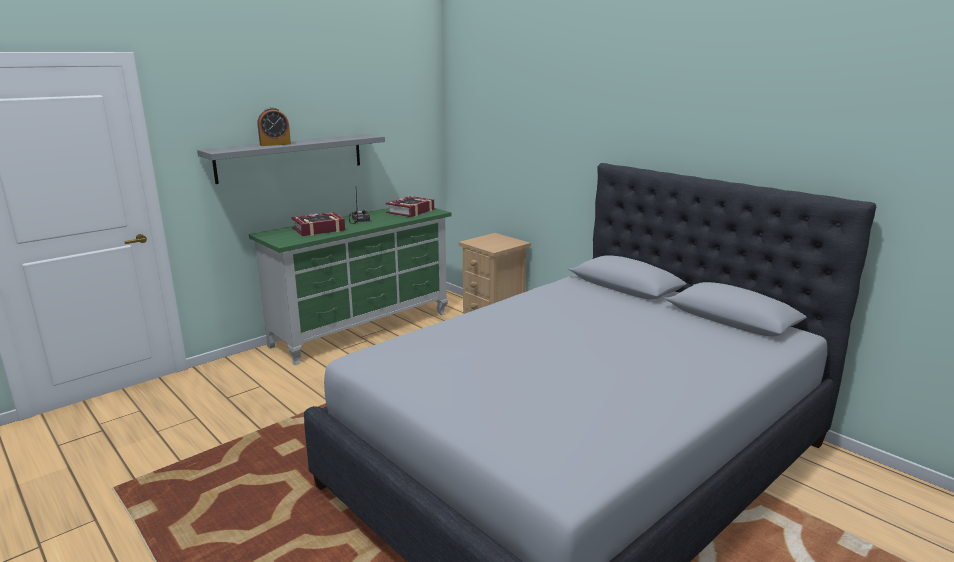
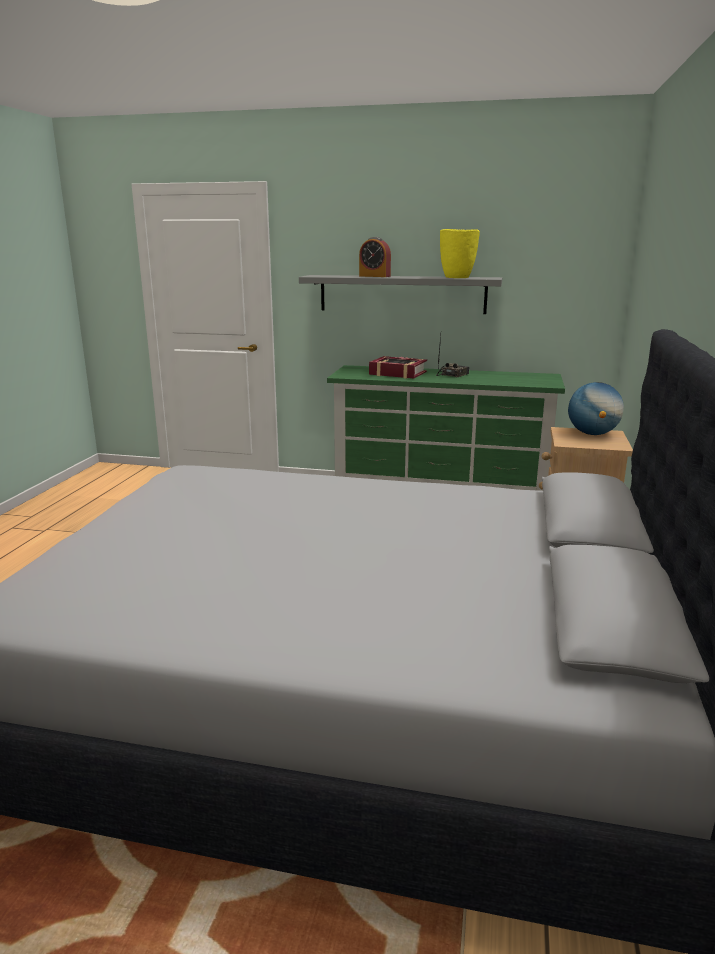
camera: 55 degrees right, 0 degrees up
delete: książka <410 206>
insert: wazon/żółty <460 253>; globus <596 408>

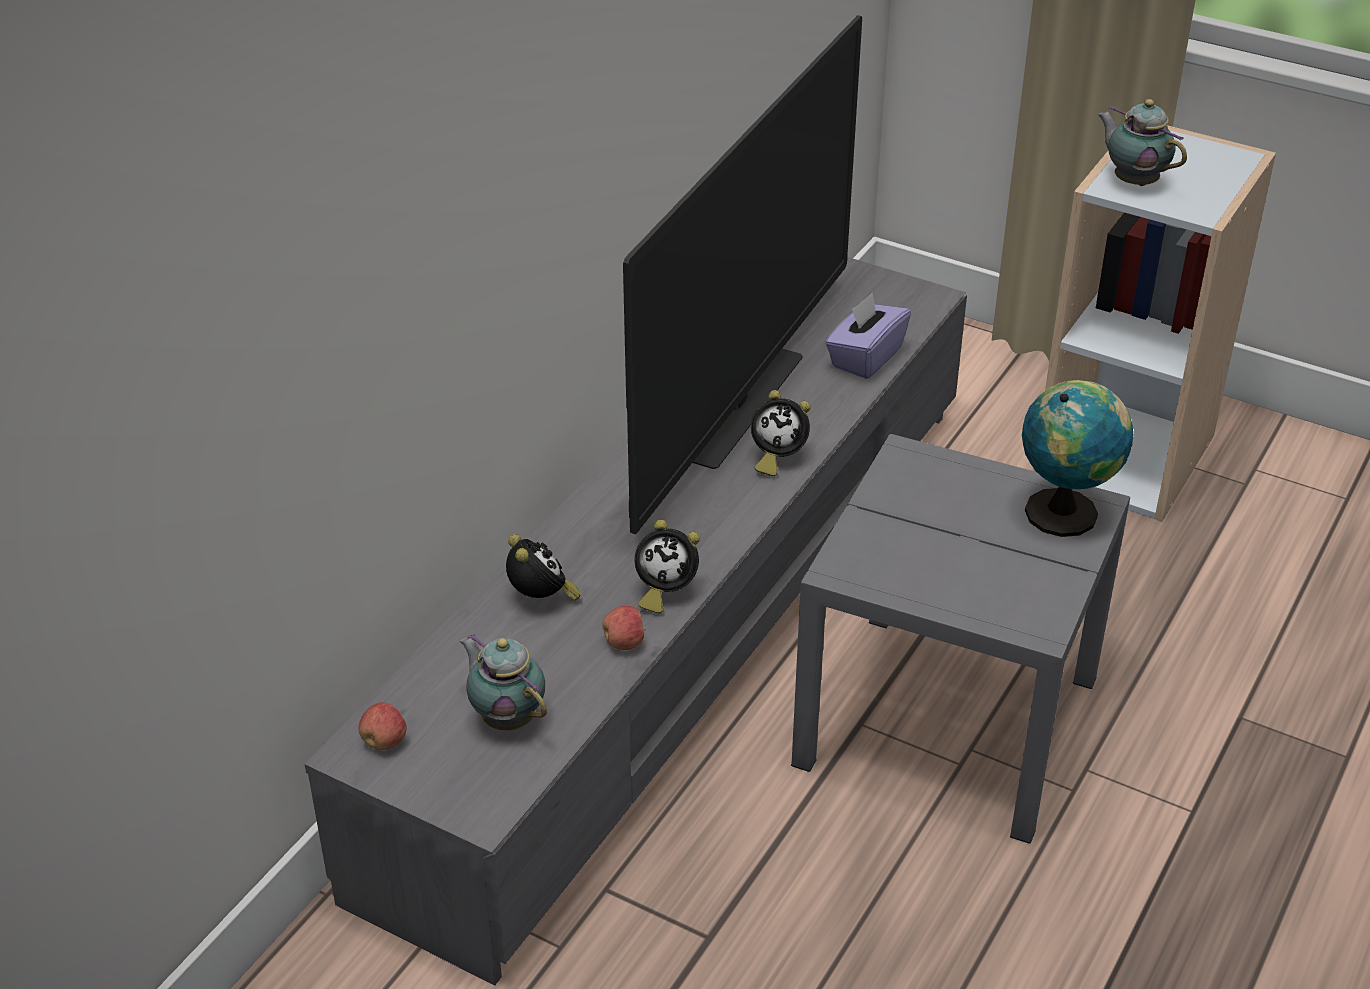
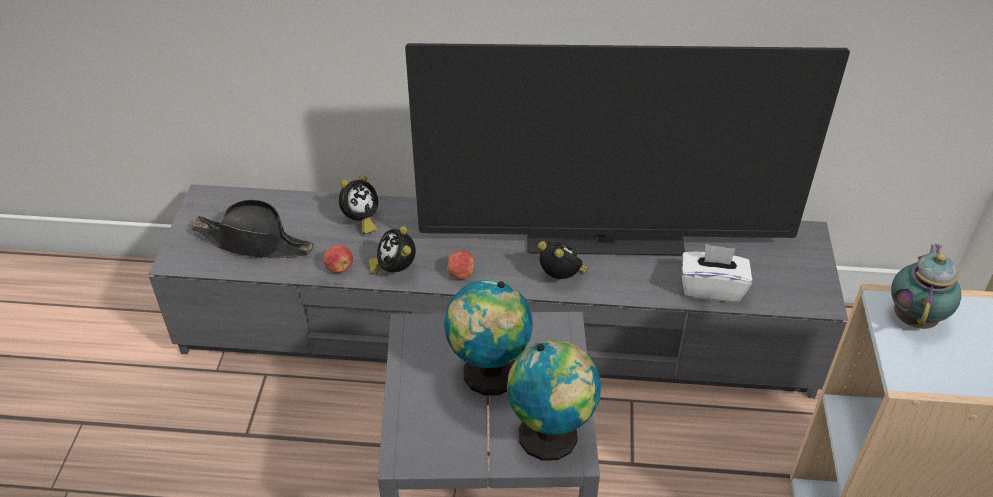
camera: 65 degrees right, 5 degrees up
insert: globus <488 337>
move: jabłko <382 726> to <460 265>
replace: imbryk <503 681> to kapelusz/czarny <252 229>
recolor: pudełko chusteczek/fioletowy <868 335> to pudełko chusteczek/biały <717 273>
rotate: budzik <781 433> = <562 260> 150 degrees clockwise

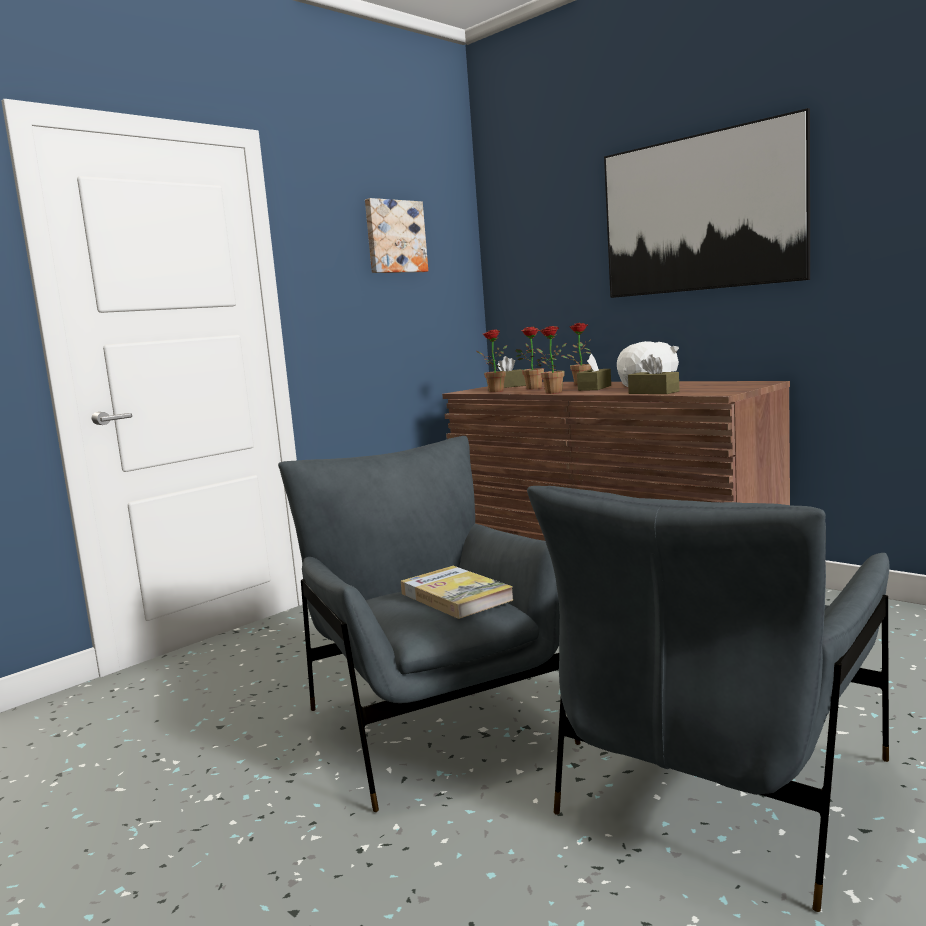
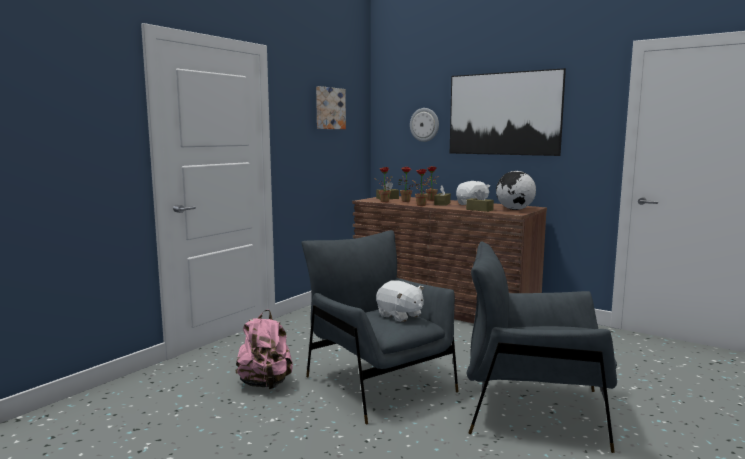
camera: 10 degrees left, 0 degrees up
insert: plecak/różowy <264 349>; zegar ścienny <424 125>; globus <516 190>
replace: książka <457 592> to pluszak/biały <400 301>
rotate: fotel/szary <708 699> = <542 347> 75 degrees clockwise

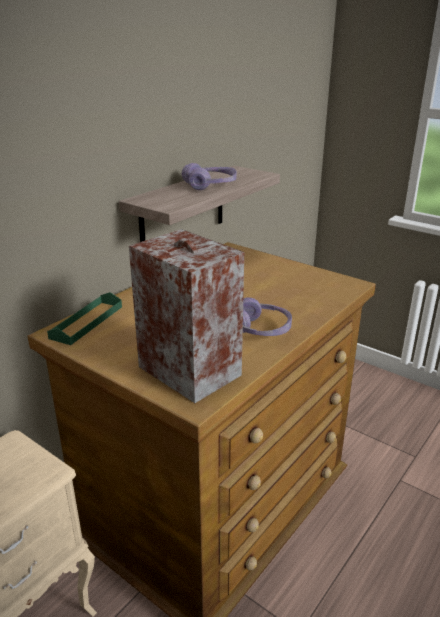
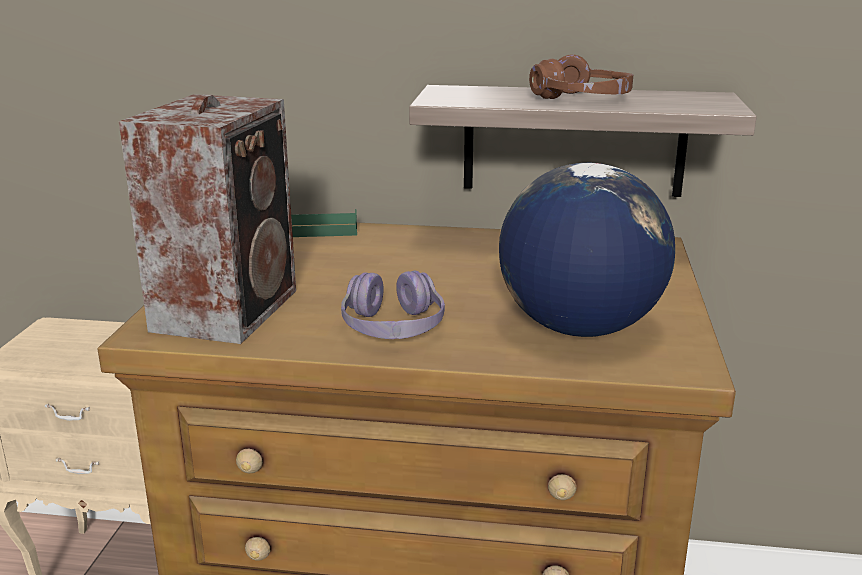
camera: 60 degrees right, 5 degrees down
insert: globus <587 250>
recolor: słuchawki/fioletowy <209 176> to słuchawki/brązowy <581 76>

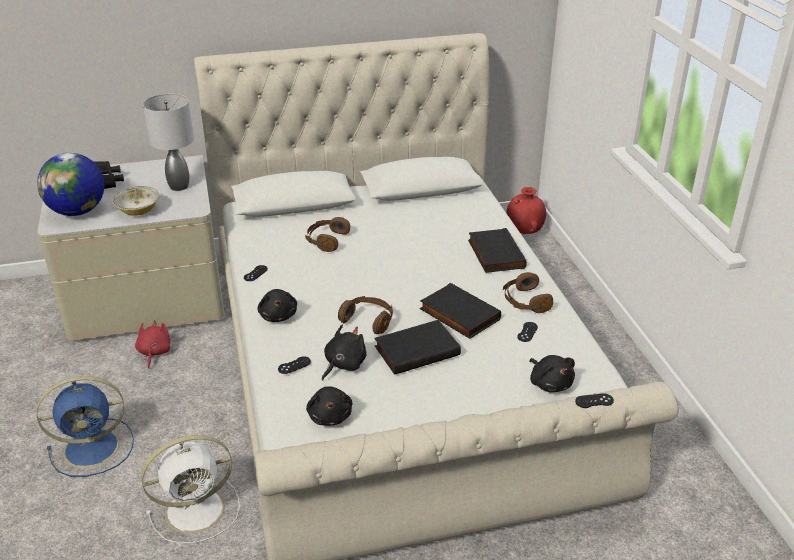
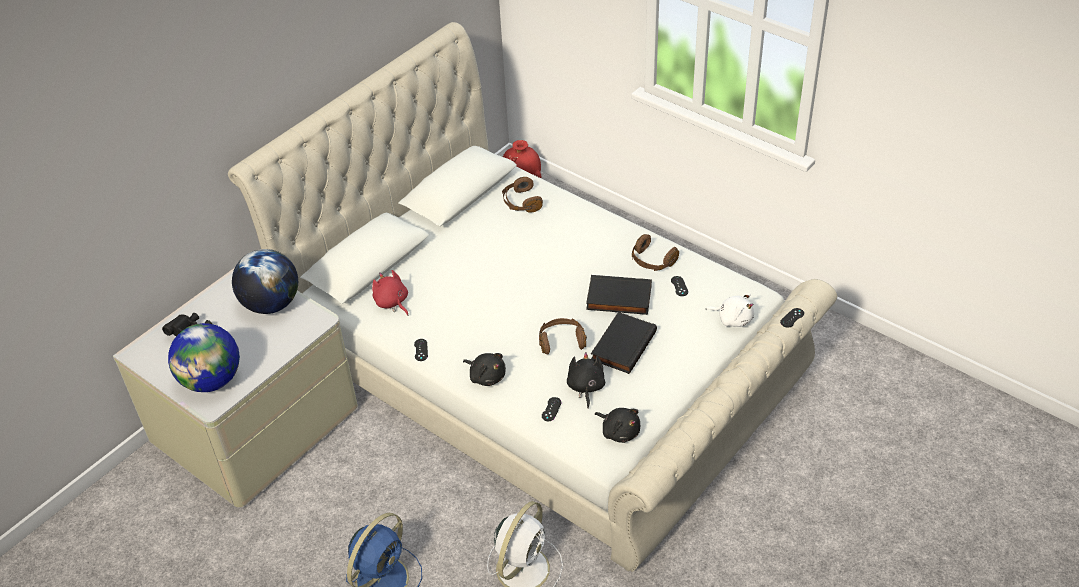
camera: 35 degrees left, 10 degrees up
delete: miska <135 201>; książka/czarny <497 250>
move: pluszak/czerwony <152 344> to <390 293>; słuchawki/brązowy <327 234> to <522 195>
replace: lampa stołowa/szary <168 142> to globus <265 281>
recolor: pluszak/czarny <552 373> to pluszak/biały <729 310>

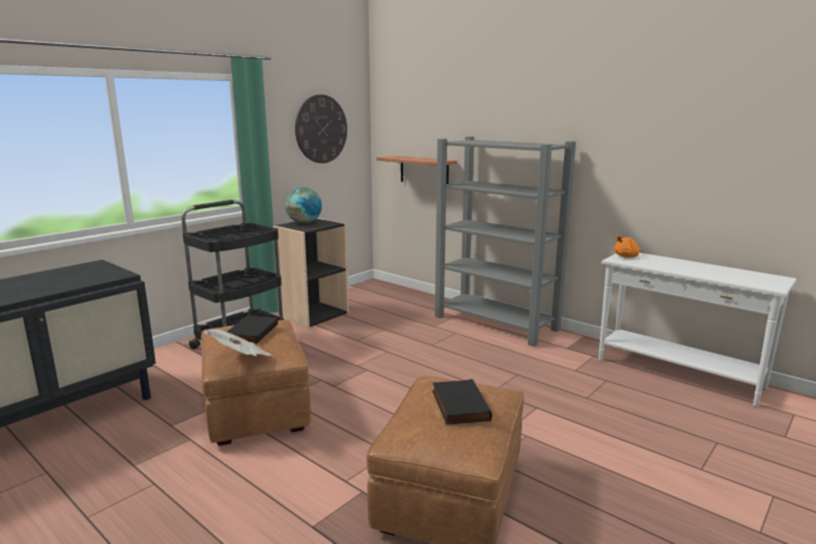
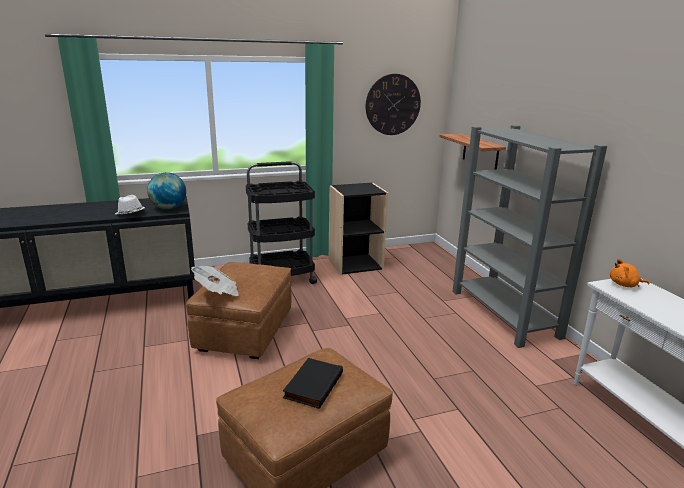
camera: 30 degrees right, 5 degrees up
delete: książka/czarny <252 329>
insert: kapelusz/biały <130 204>
move: globus <303 205> to <166 190>

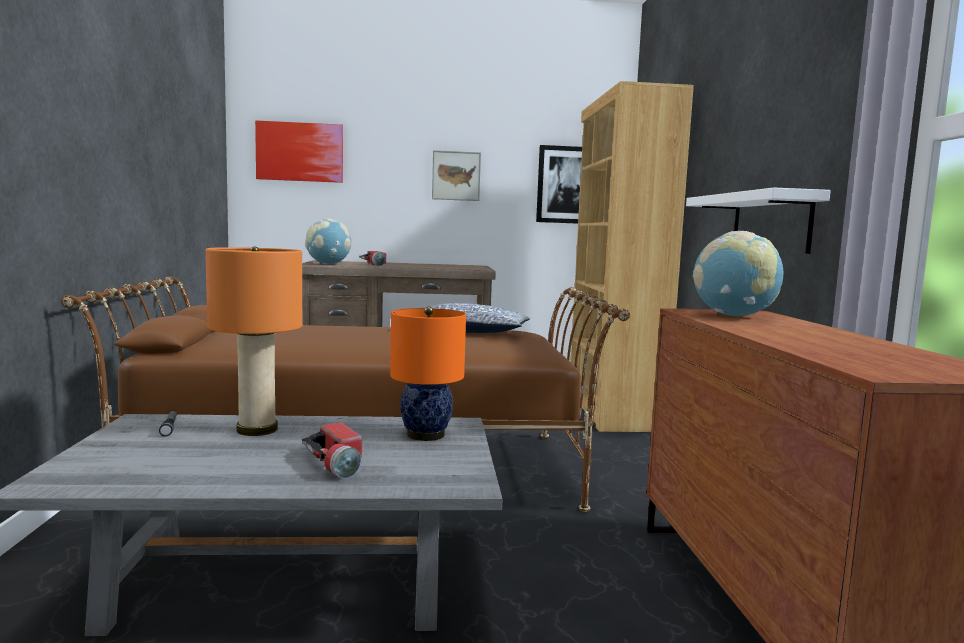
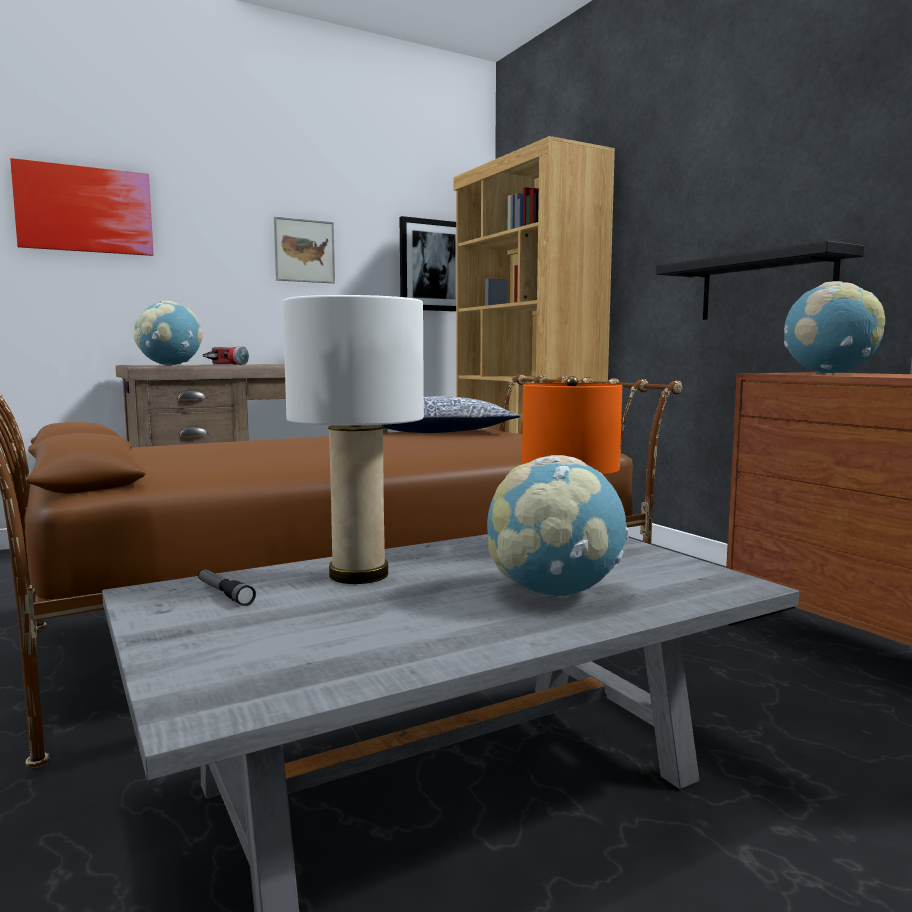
camera: 25 degrees left, 0 degrees up
replace: latarka <332 451> to globus <558 526>
recolor: lampa stołowa/pomarańczowy <253 341> to lampa stołowa/biały <353 439>; półka/biały <758 220> to półka/czarny <760 280>

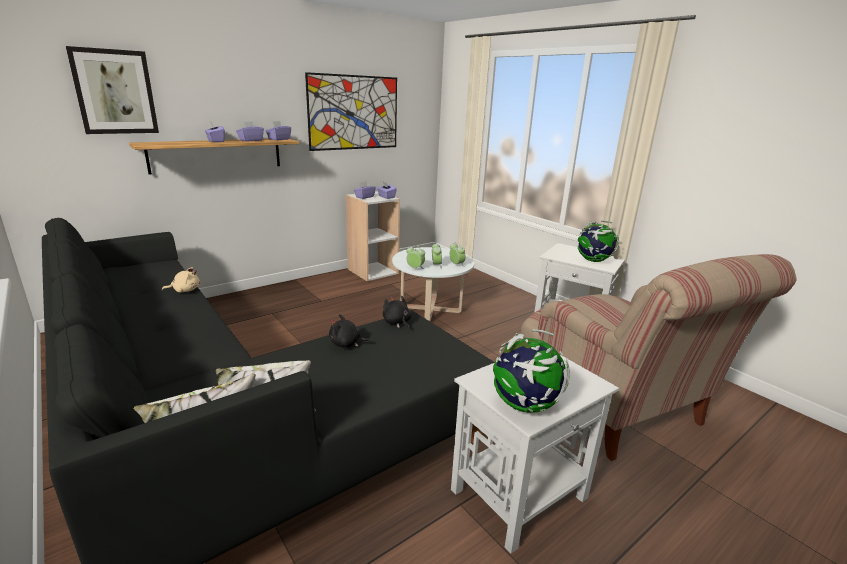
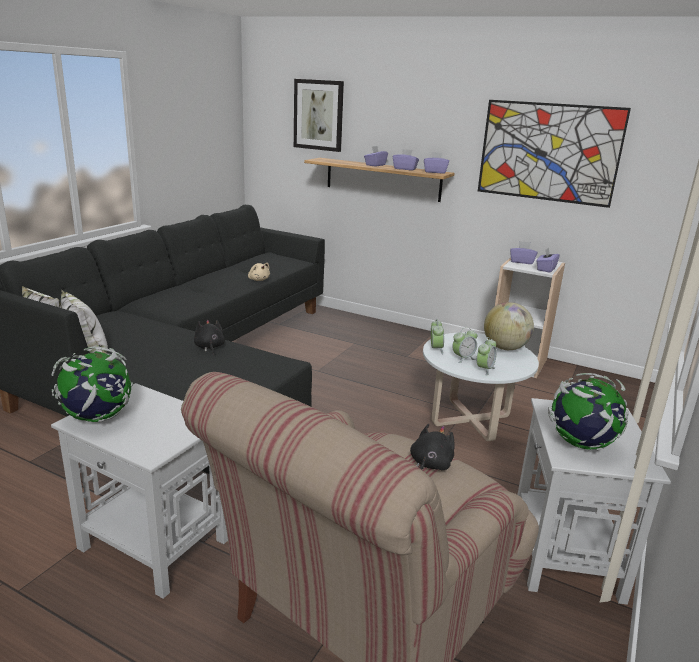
camera: 65 degrees right, 0 degrees up
insert: globus <509 326>
move: pluszak/czarny <397 313> to <432 447>

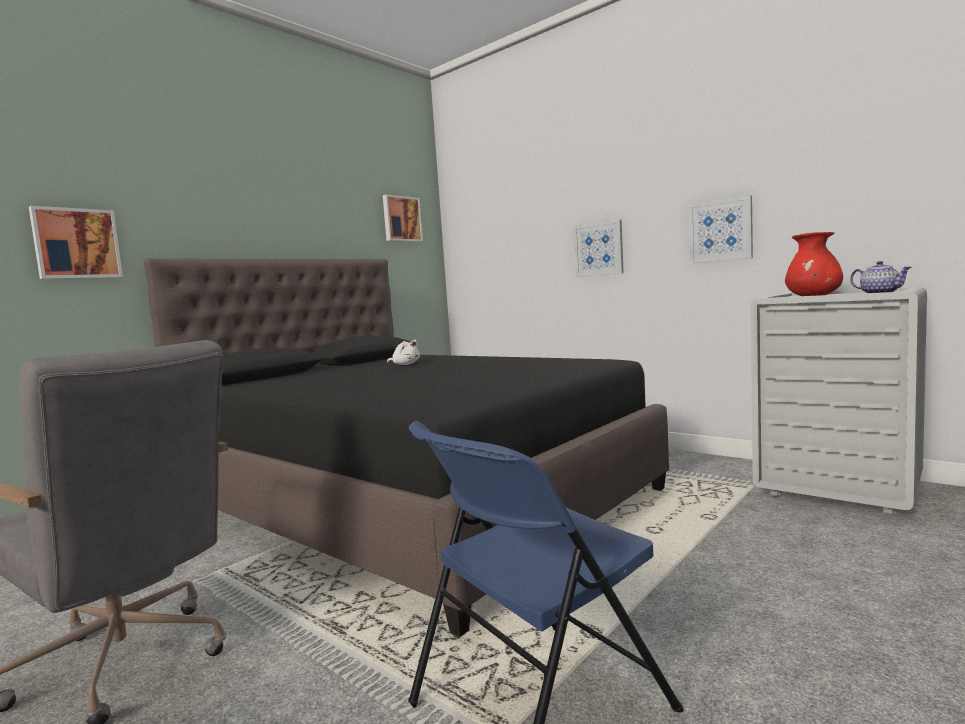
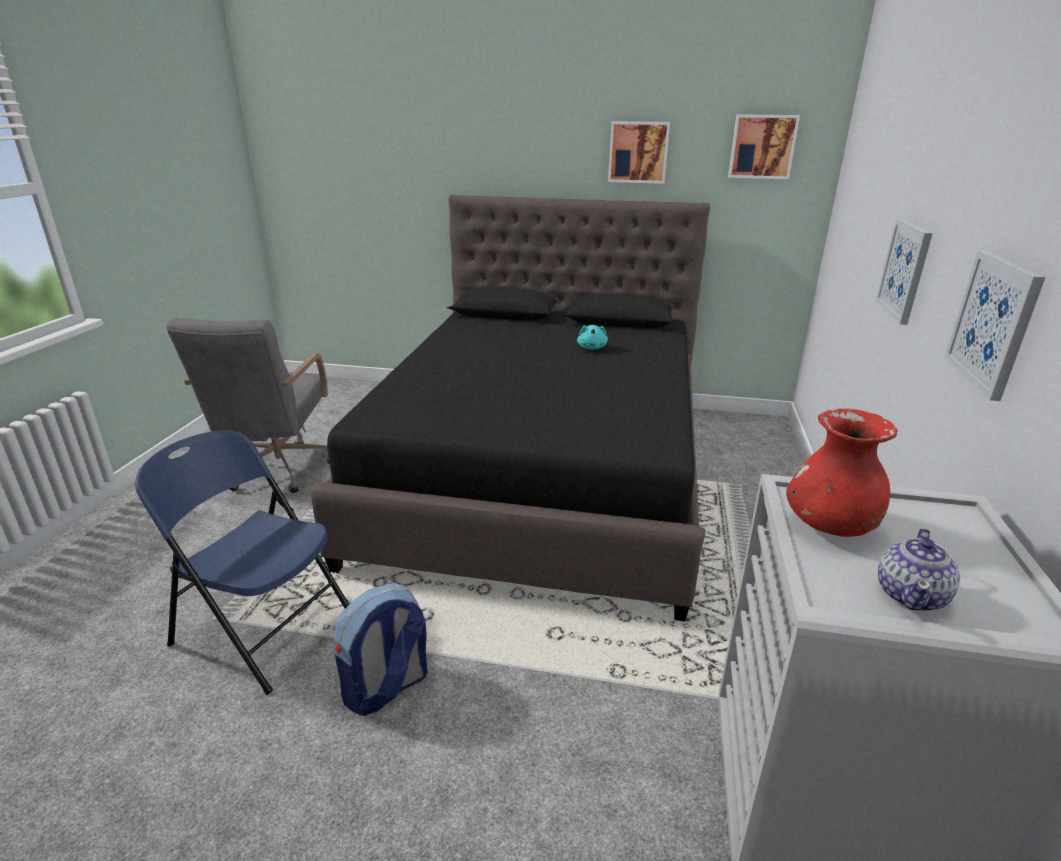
camera: 60 degrees right, 20 degrees up
insert: plecak <381 649>
move: obraz <76 242> to <639 152>
recolor: pluszak/biały <403 352> to pluszak/turkusowy <592 337>

